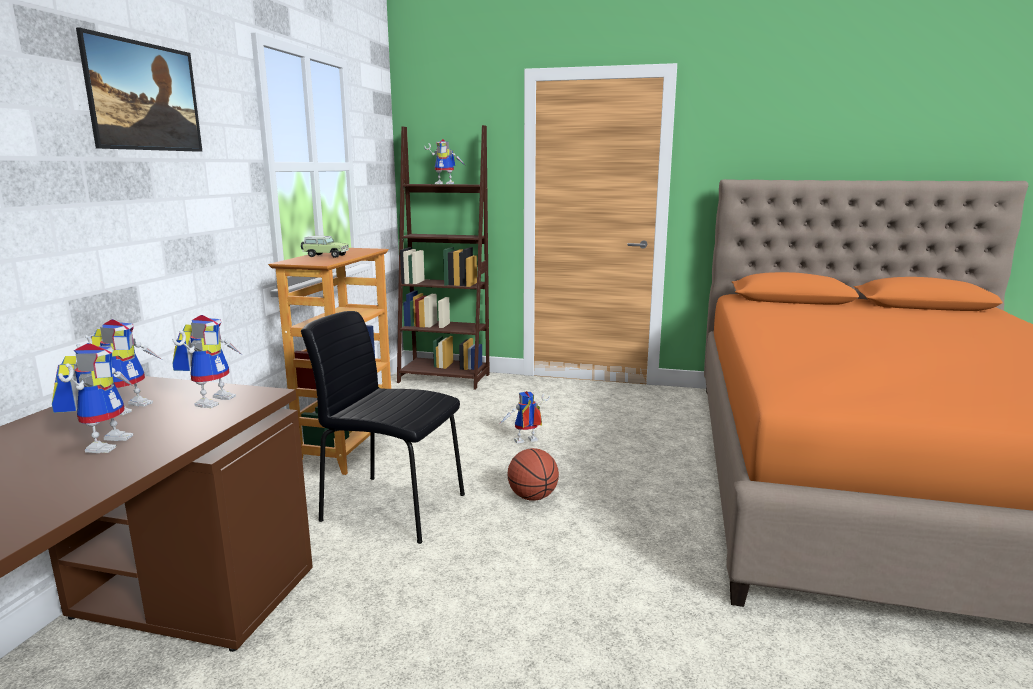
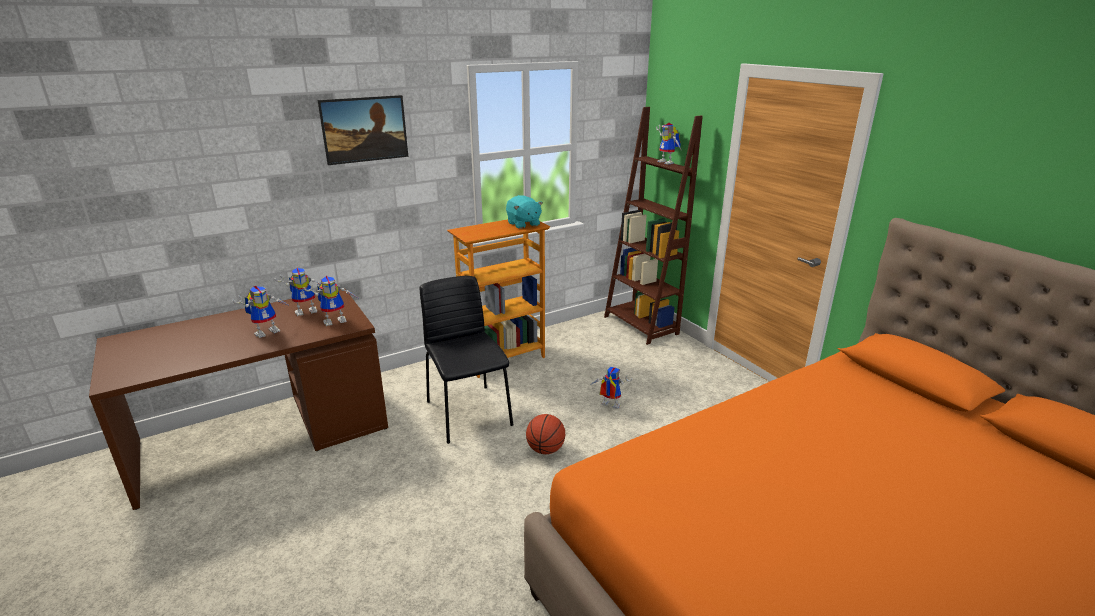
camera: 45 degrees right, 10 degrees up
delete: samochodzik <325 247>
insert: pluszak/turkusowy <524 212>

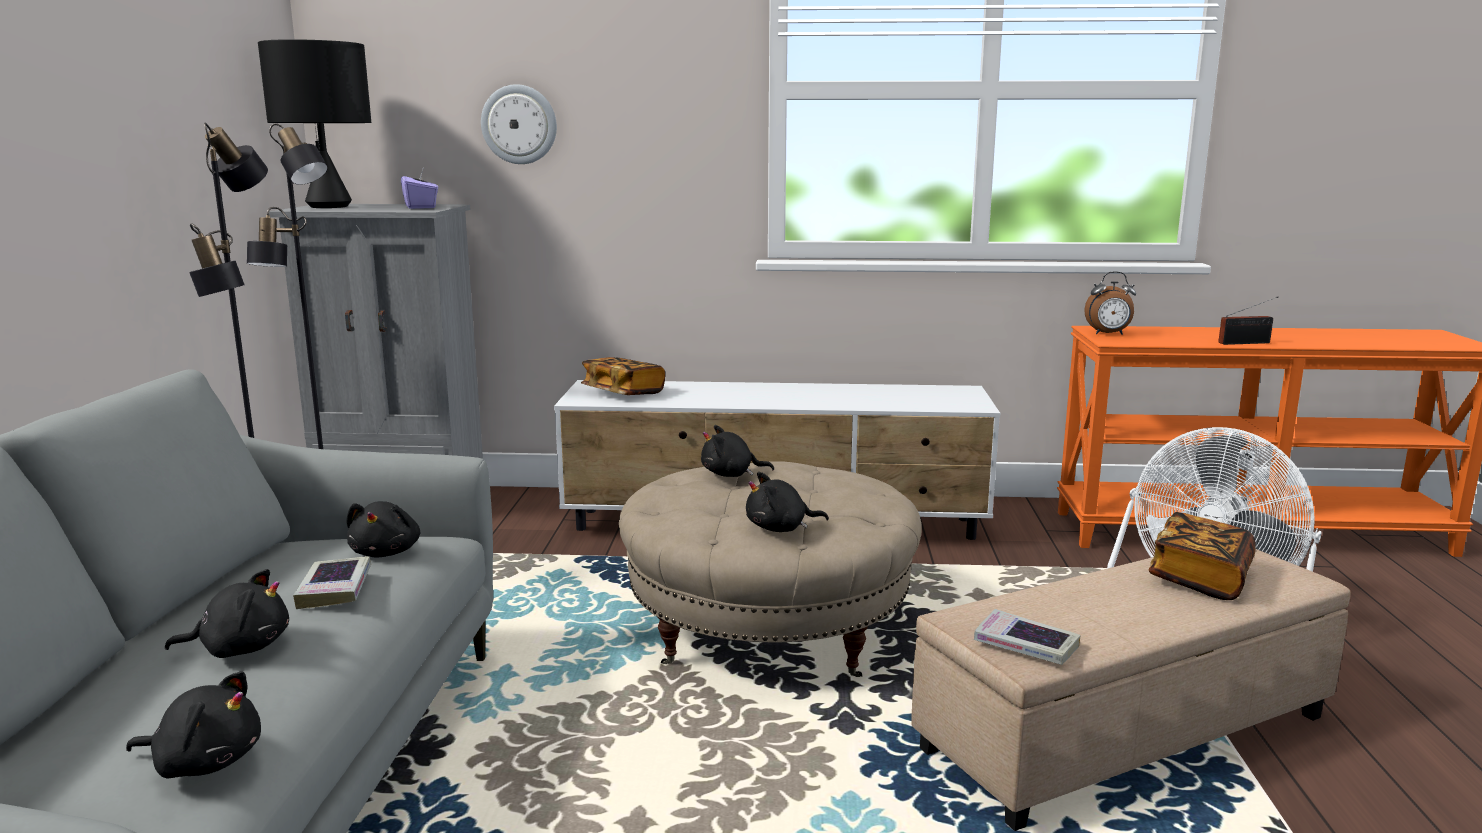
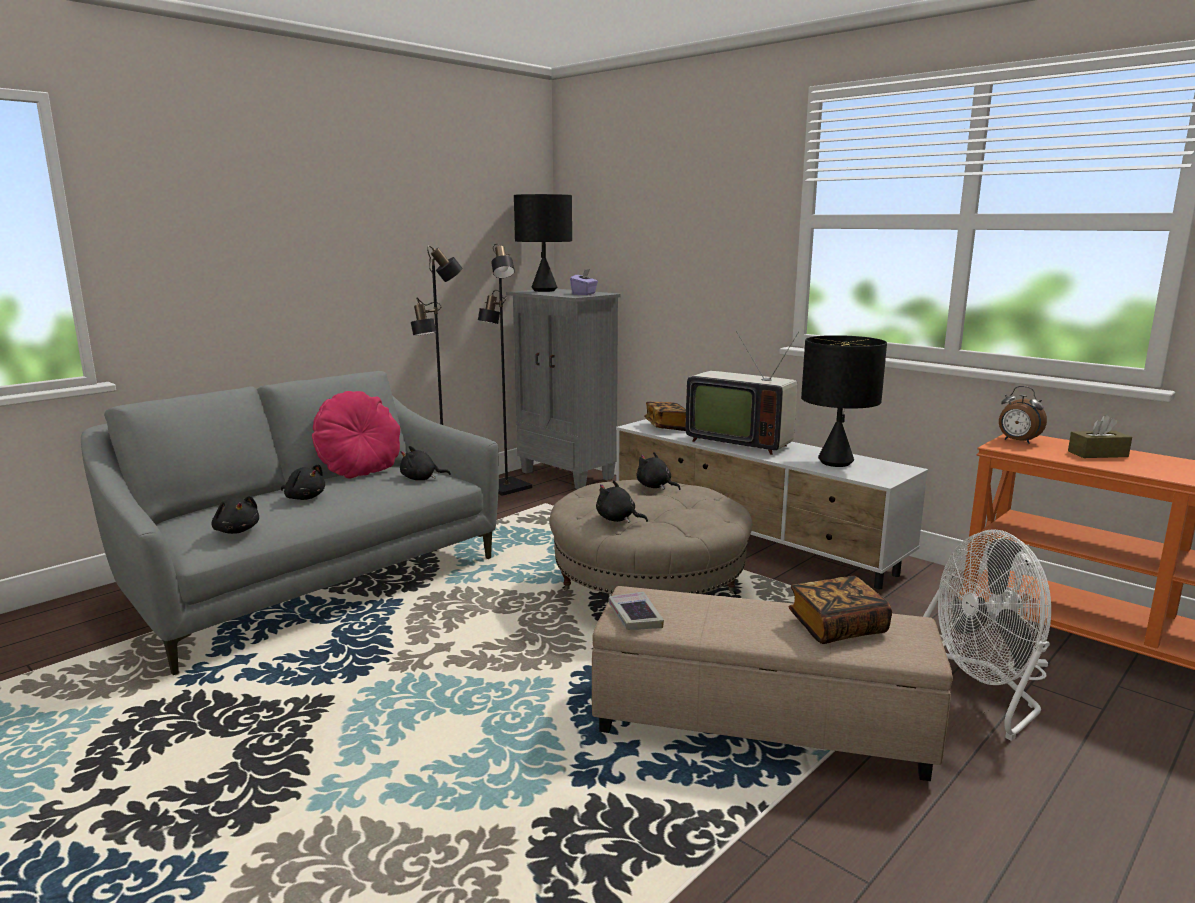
camera: 40 degrees right, 0 degrees up
delete: książka <332 582>; zegar ścienny <519 124>; radio <1248 321>
insert: poduszka/różowy <356 434>; telewizor <742 393>; lampa stołowa/czarny <844 401>; pudełko chusteczek/brązowy <1100 436>
rotate: pluszak/czarny <383 529> = <425 463> 45 degrees clockwise

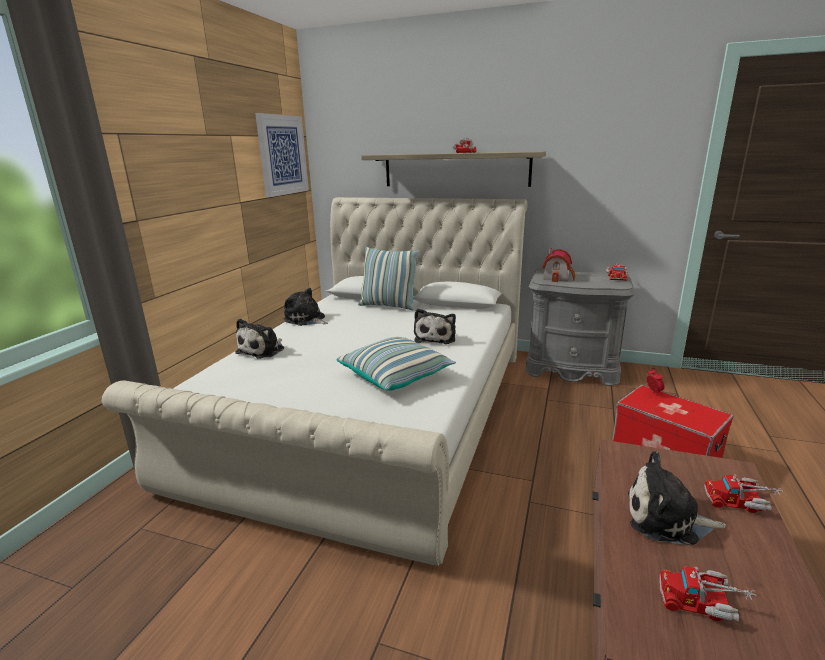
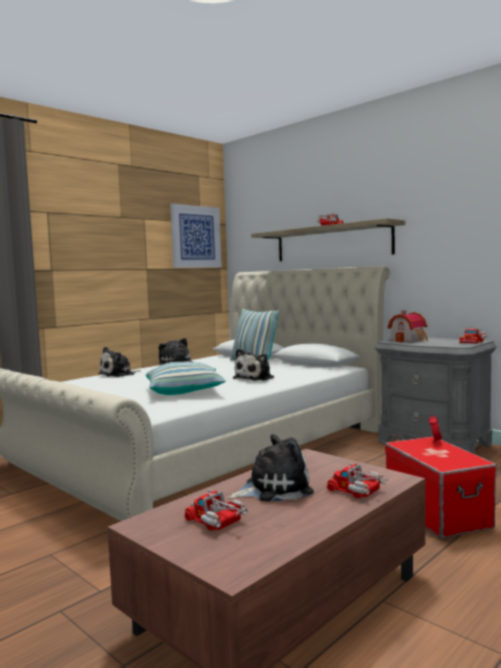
camera: 25 degrees right, 15 degrees down
rotate: pluszak <677 498> = <271 468> 120 degrees clockwise

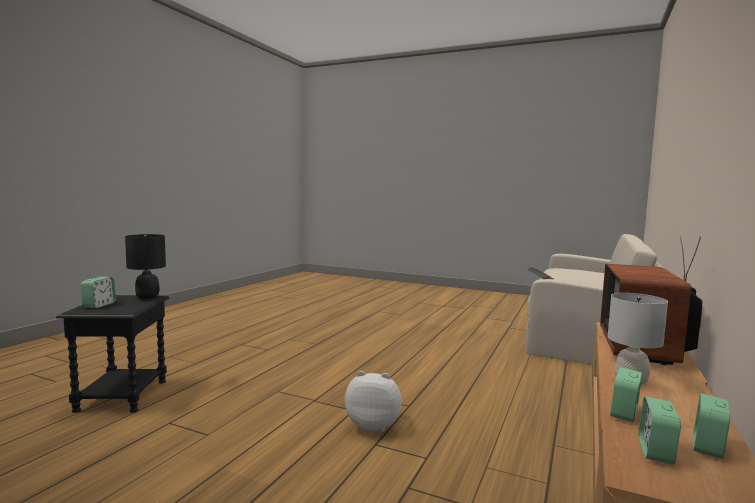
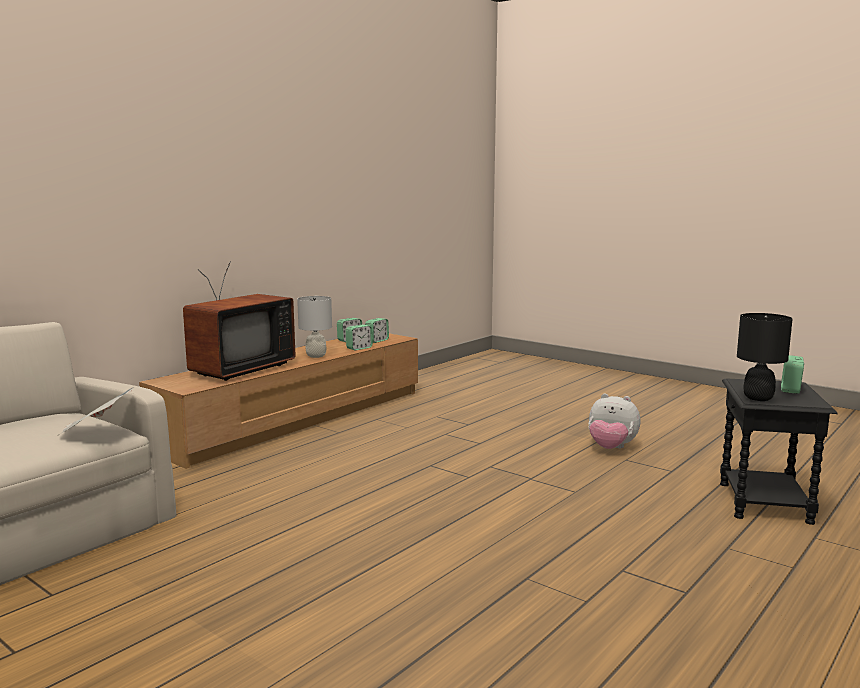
camera: 165 degrees left, 5 degrees up
move: pluszak <373 402> to <614 421>

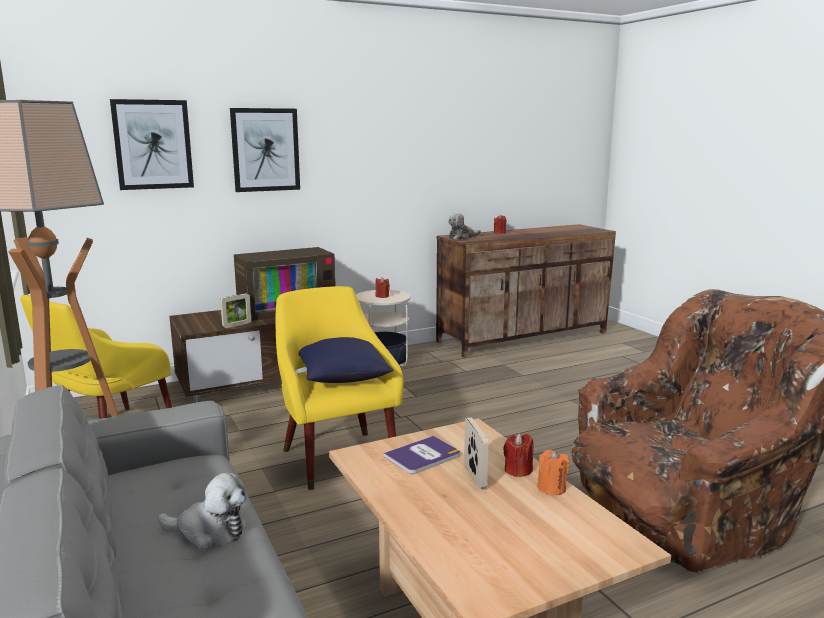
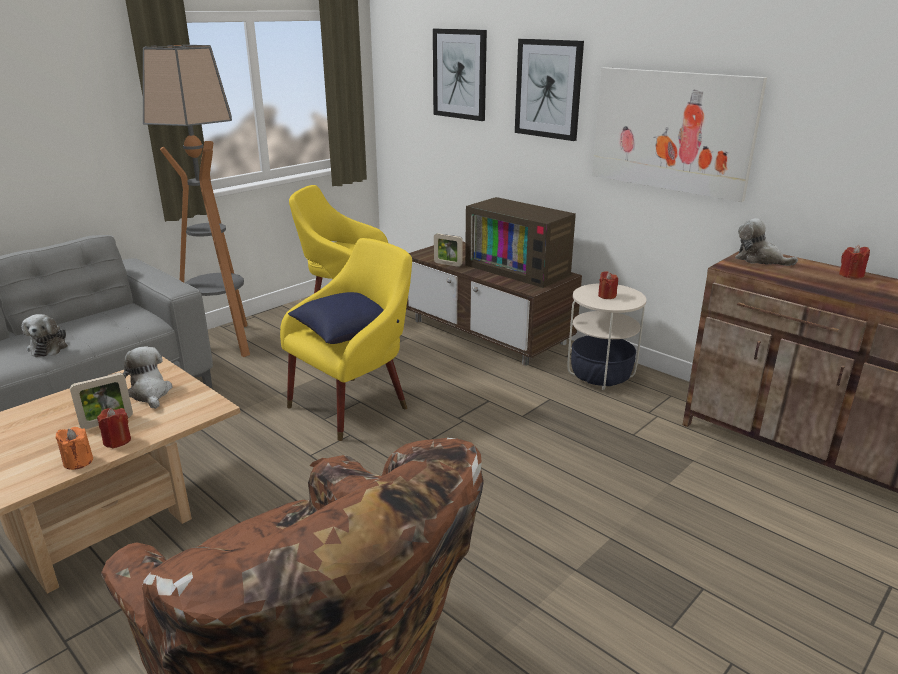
camera: 70 degrees right, 10 degrees up
insert: obraz <679 134>
replace: książka <422 455> to pluszak <148 377>

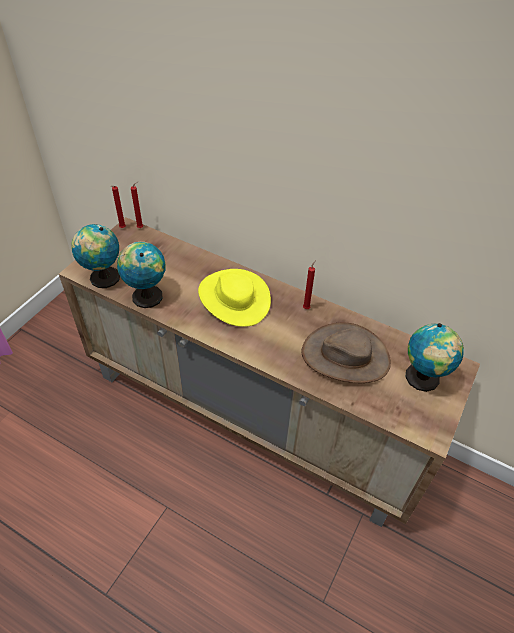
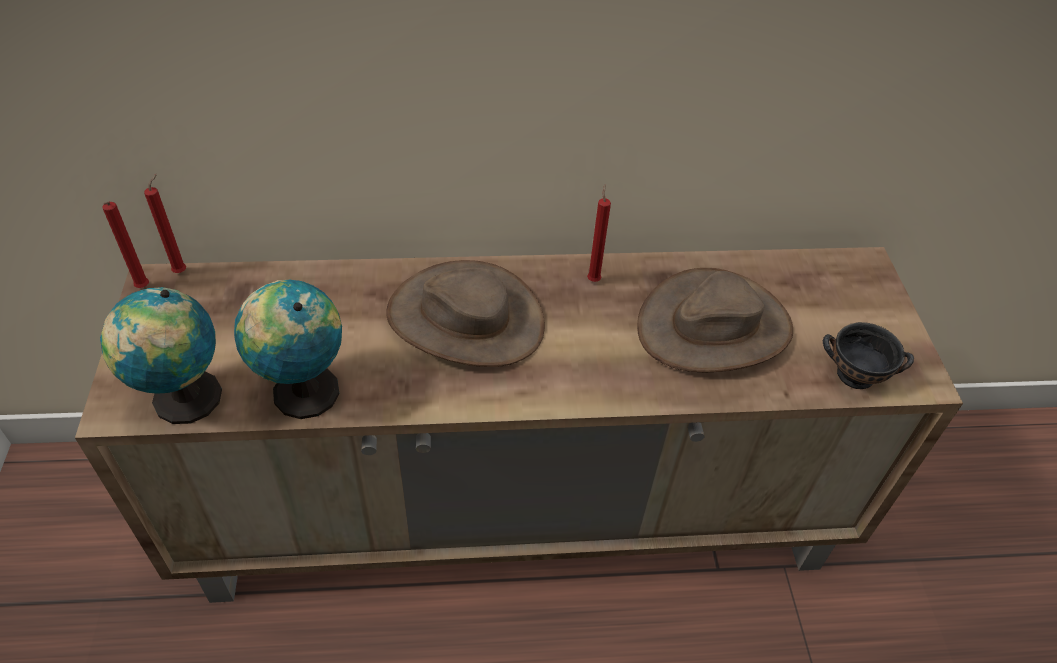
camera: 35 degrees left, 0 degrees up
delete: globus <434 357>
insert: miska/czarny <868 355>
recolor: kapelusz/żółty <234 298> to kapelusz/brązowy <465 313>

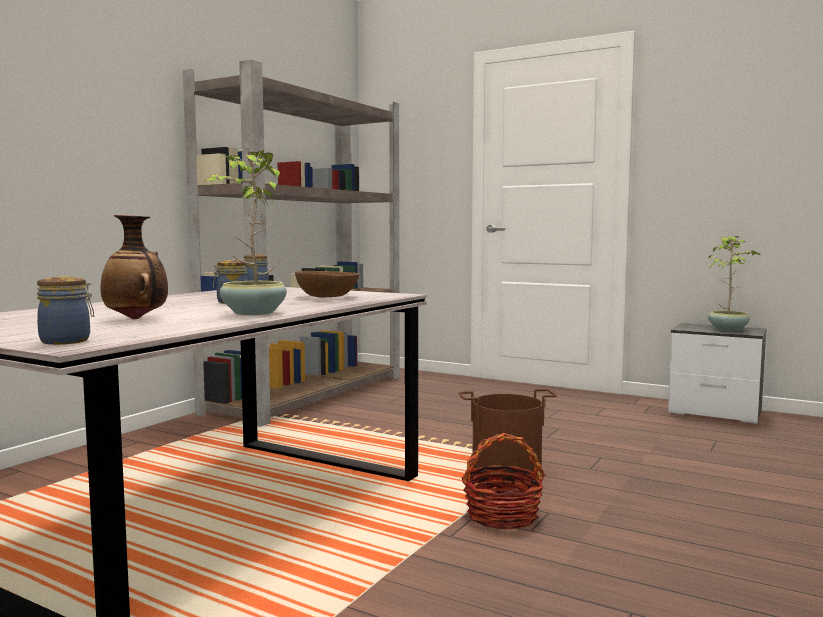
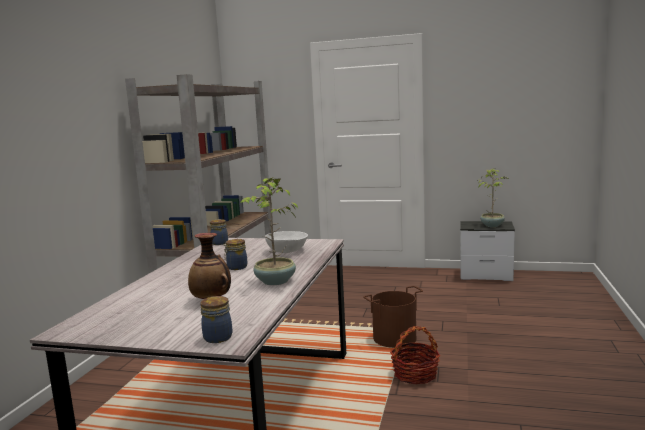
camera: 15 degrees left, 5 degrees up
recolor: miska/brązowy <327 284> to miska/biały <286 242>

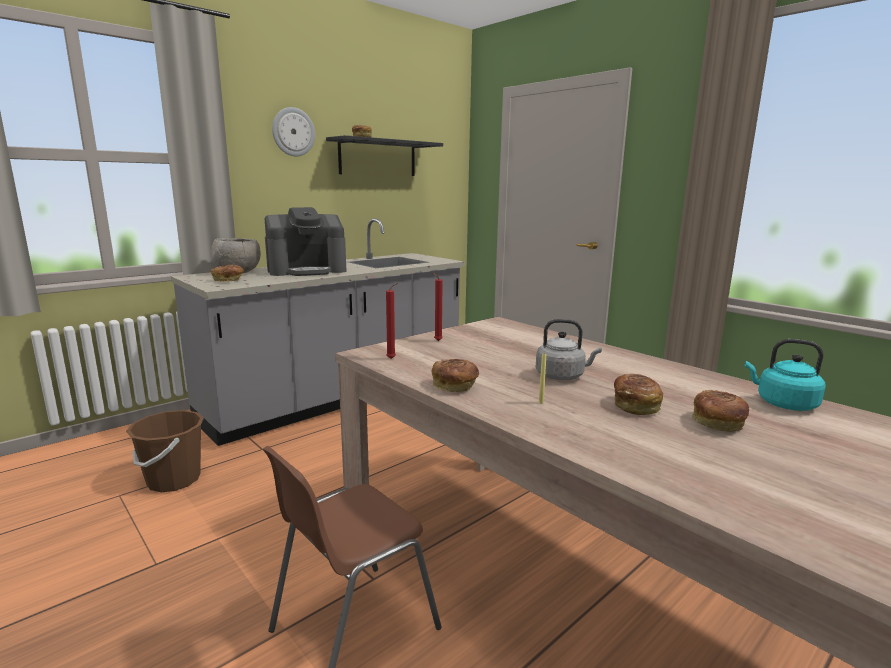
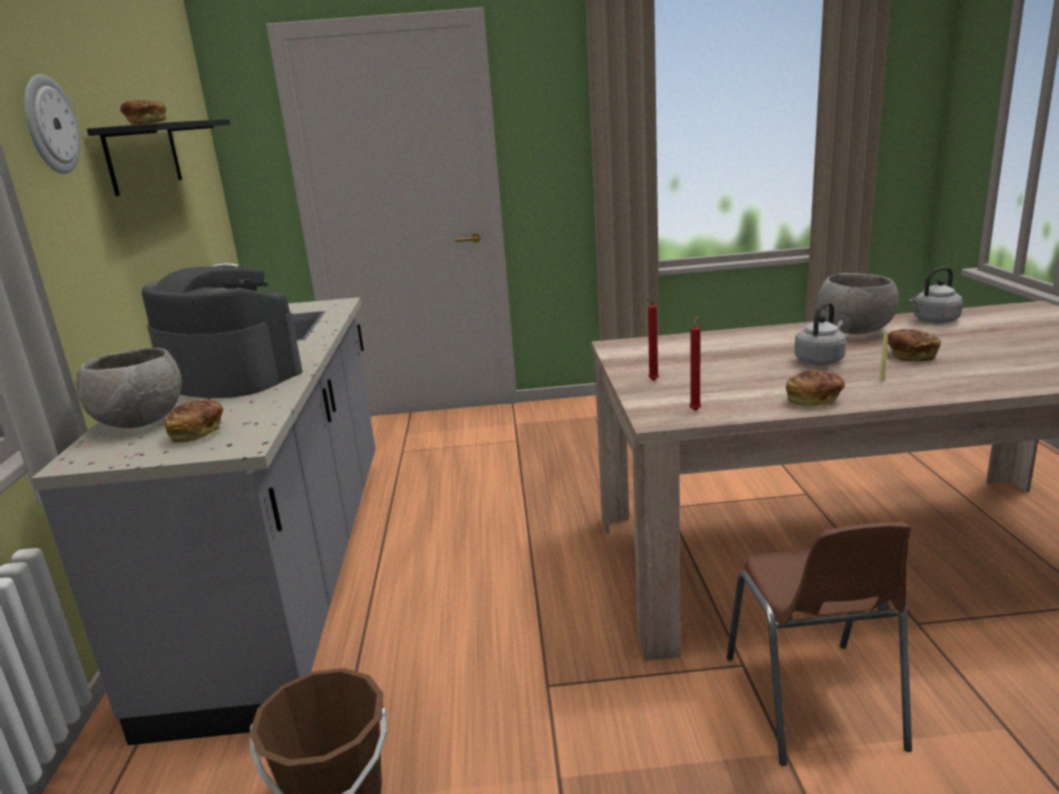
camera: 50 degrees left, 5 degrees up
delete: chleb <720 411>
insert: miska/szary <858 304>
recolor: czajnik/turkusowy <785 375> to czajnik/szary <936 295>
rotate: ekspres do kawy <306 241> = <222 332> 75 degrees counterclockwise

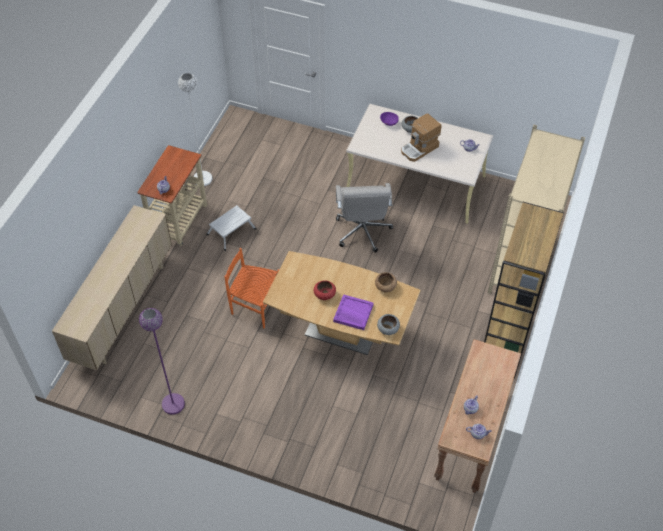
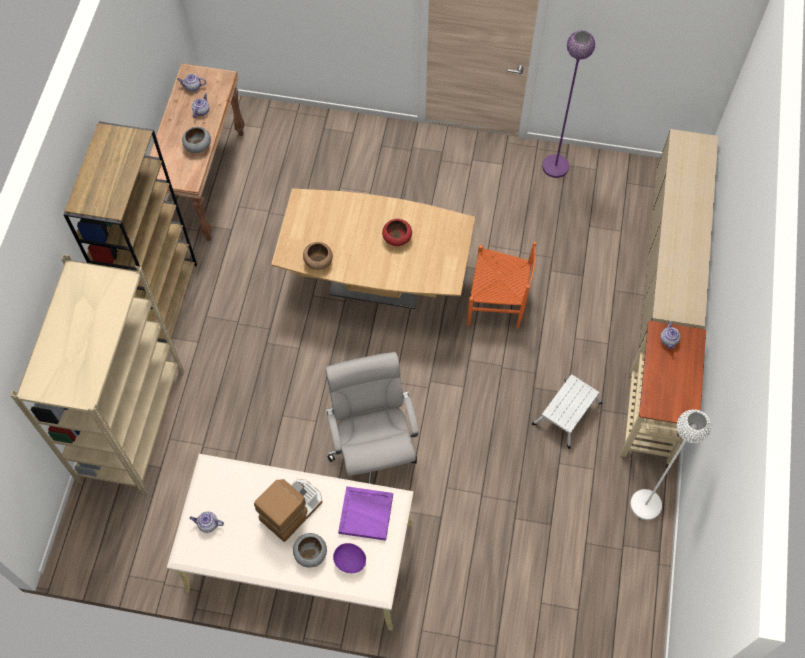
camera: 170 degrees right, 10 degrees up
move: taca/fioletowy <353 312> to <365 513>; miska/szary <388 324> to <196 140>

